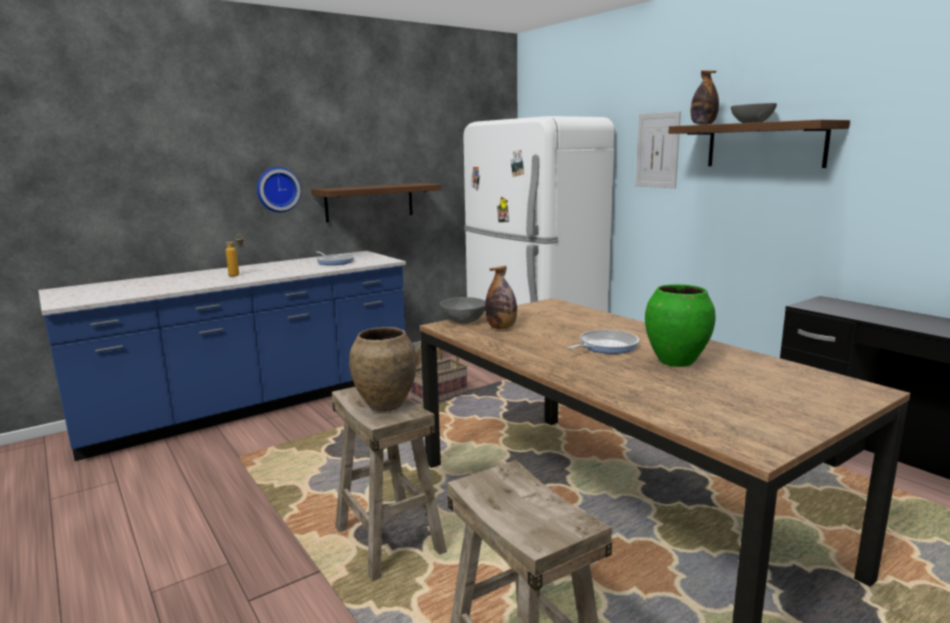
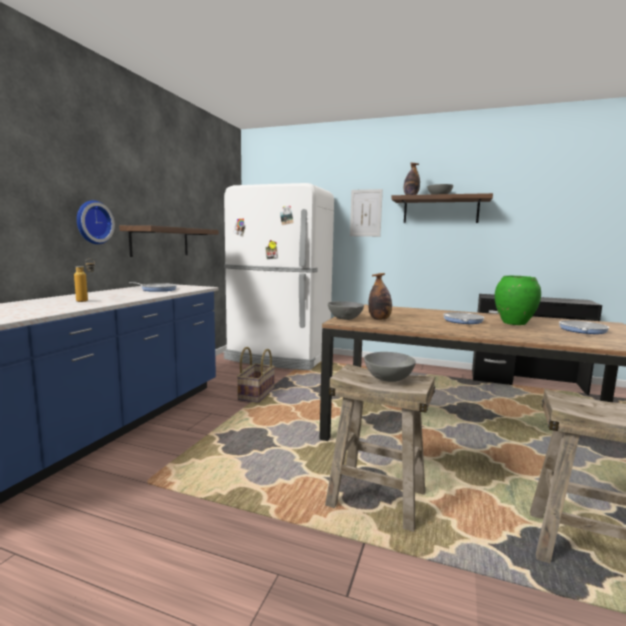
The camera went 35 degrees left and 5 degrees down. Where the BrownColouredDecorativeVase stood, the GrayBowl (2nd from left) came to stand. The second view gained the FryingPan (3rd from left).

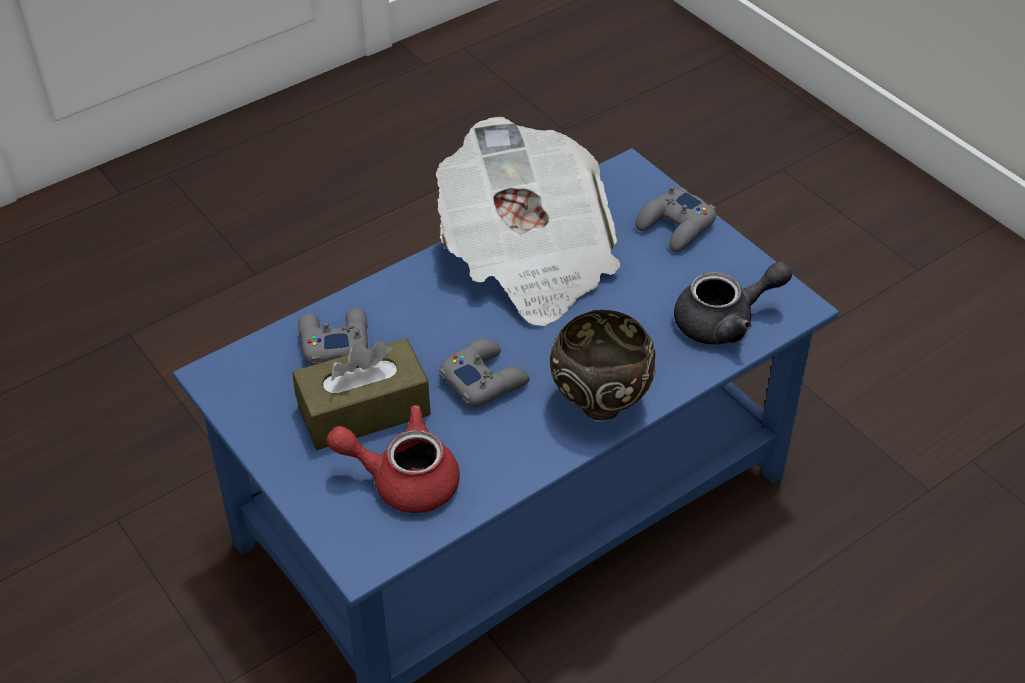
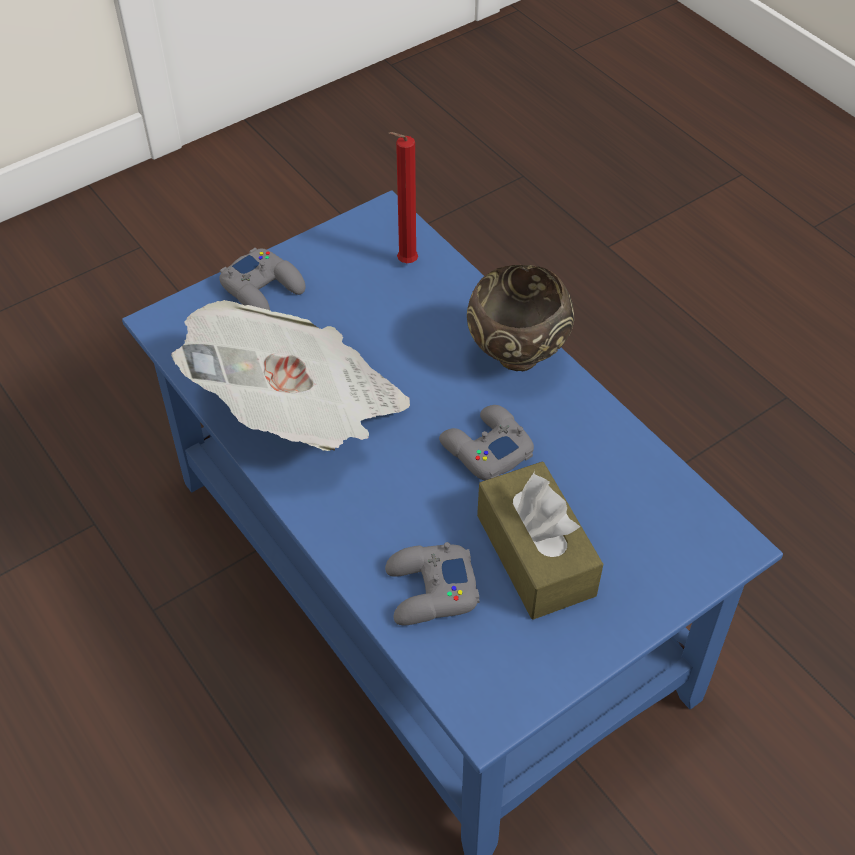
The camera went 90 degrees left and 5 degrees up. Where the GrayTeaPot stood, the RedWaxLight came to stand. The second view lost the RedTeaPot.

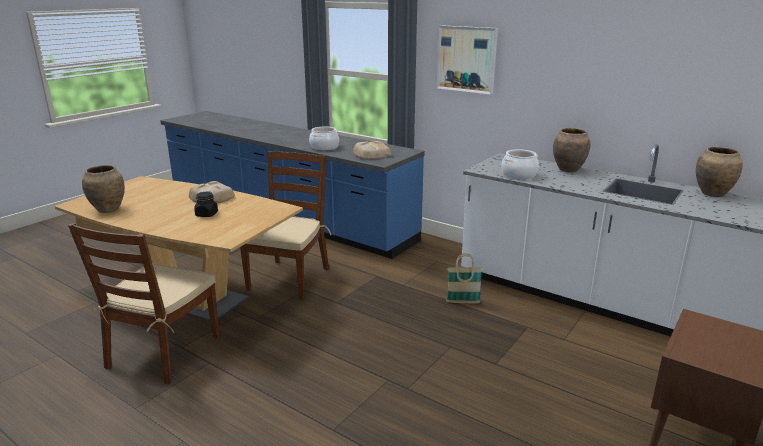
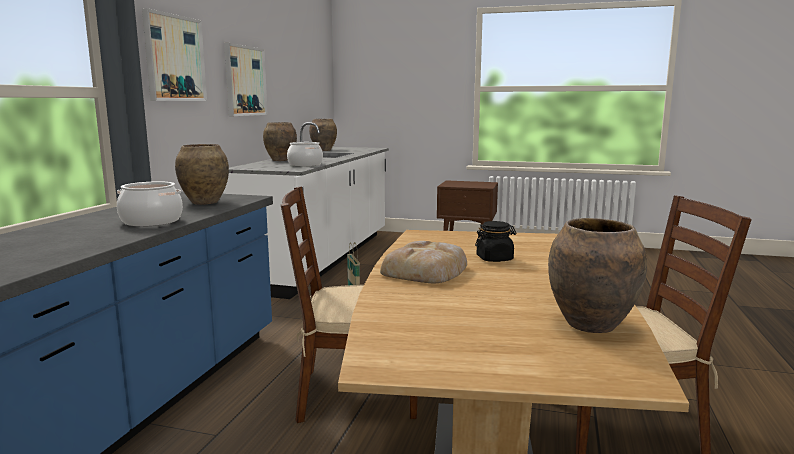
The camera went 110 degrees left and 10 degrees down. Where the BakedBread (2nd from left) stood, the BrownColouredDecorativeVase (1st from left) came to stand. The second view gained the WallPicture (2nd from left).

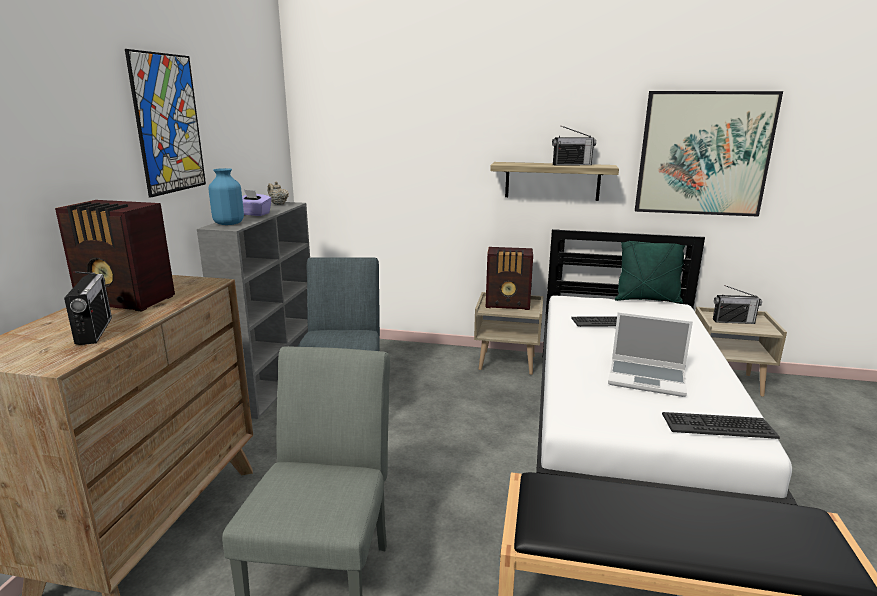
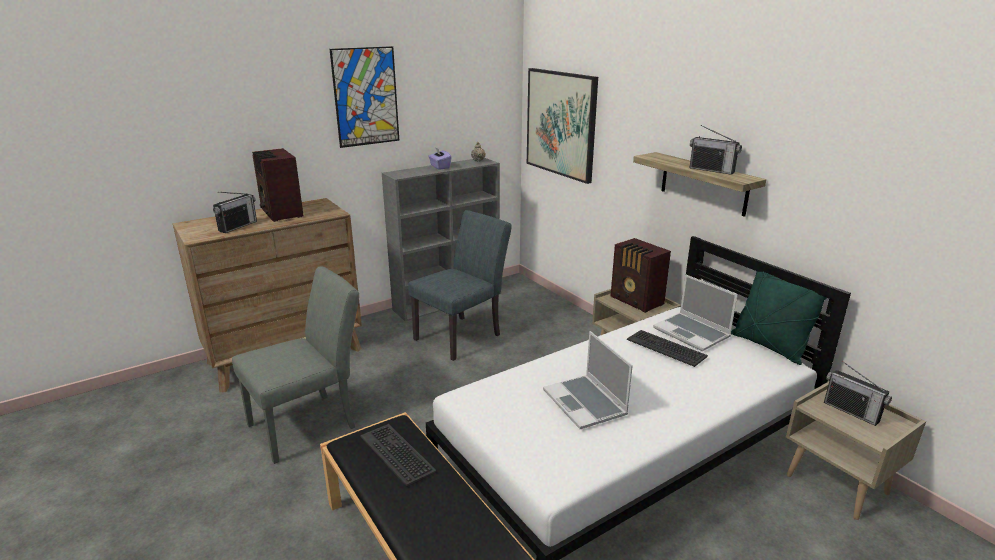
The camera went 45 degrees right and 5 degrees up. The WallPicture (2nd from left) ended up elsewhere. The second view lost the BlueColouredDecorativeVase. The ComputerKeyboard (2nd from left in the first image) ended up elsewhere. The second view gained the NotebookComputer (2nd from left).

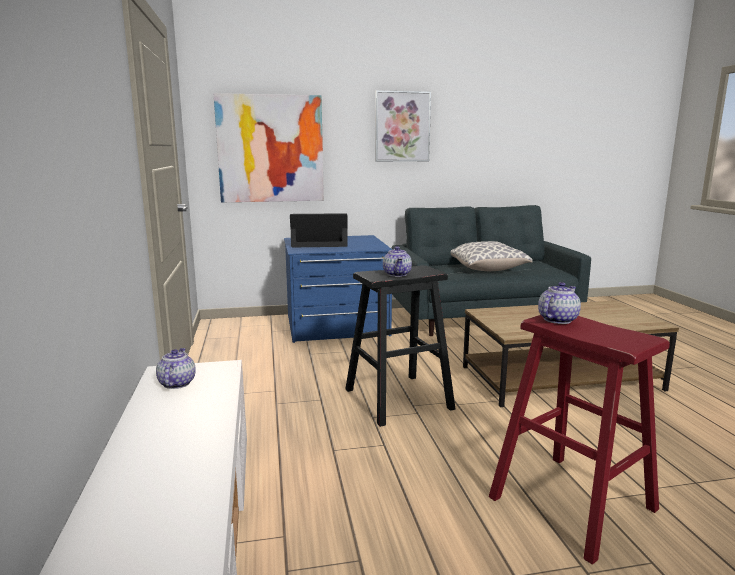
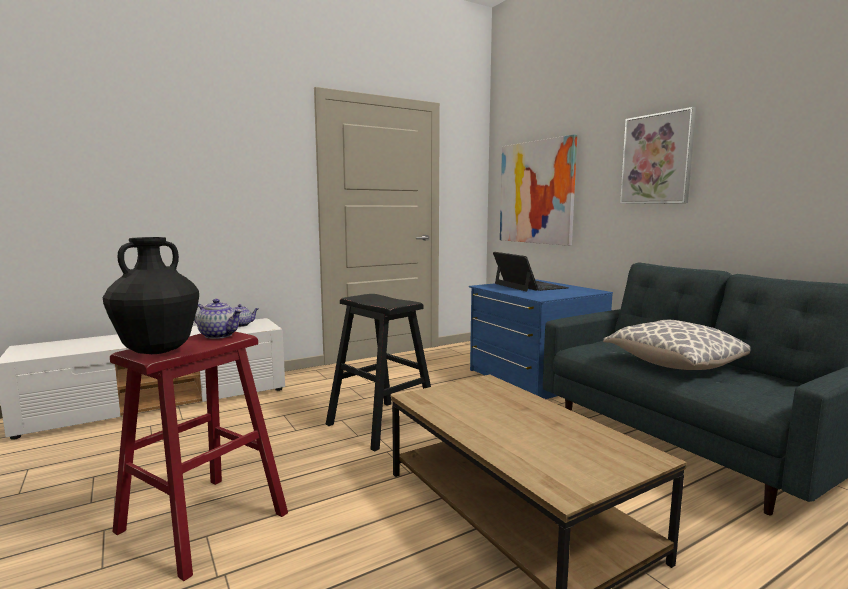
The camera went 70 degrees right and 5 degrees down. The second view lost the TeaPot (2nd from left). The second view gained the BlackDecorativeVase.

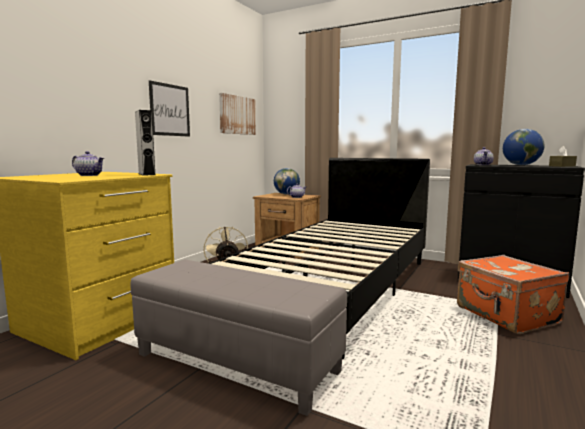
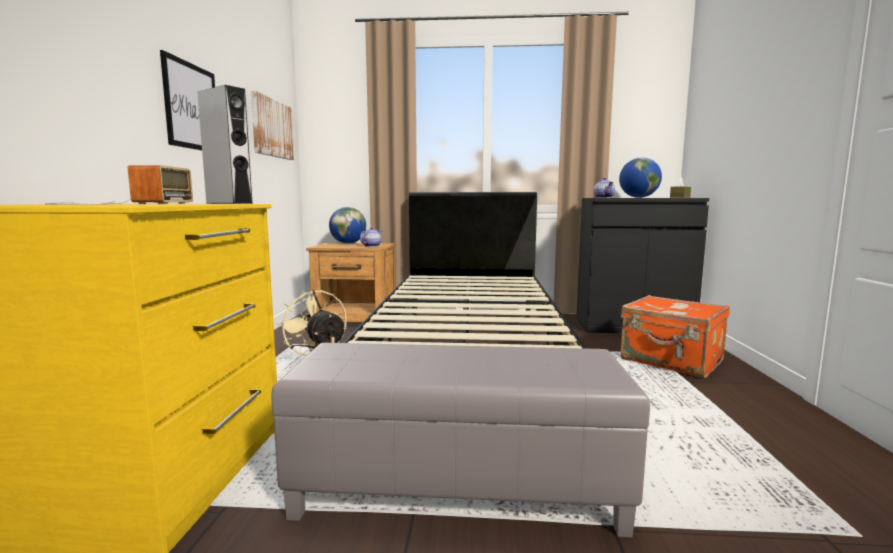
The camera went 25 degrees left and 0 degrees up. Where the TeaPot (1st from left) stood, the RadioReceiver came to stand.

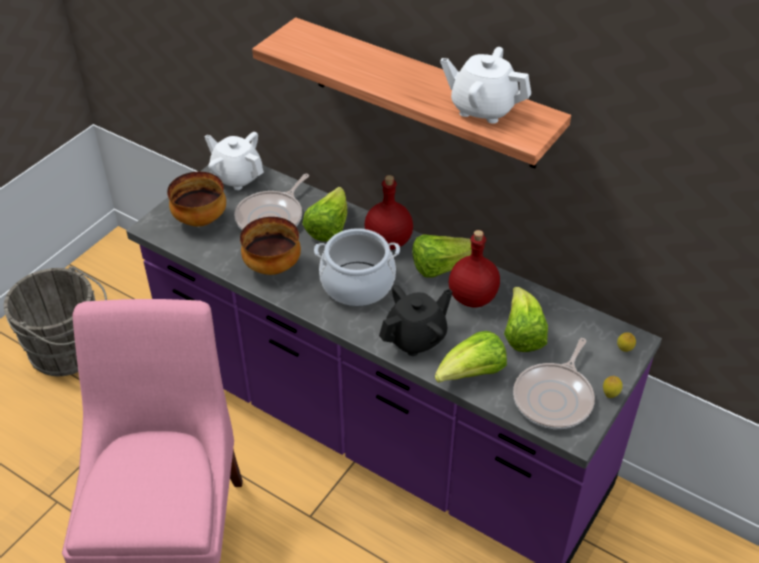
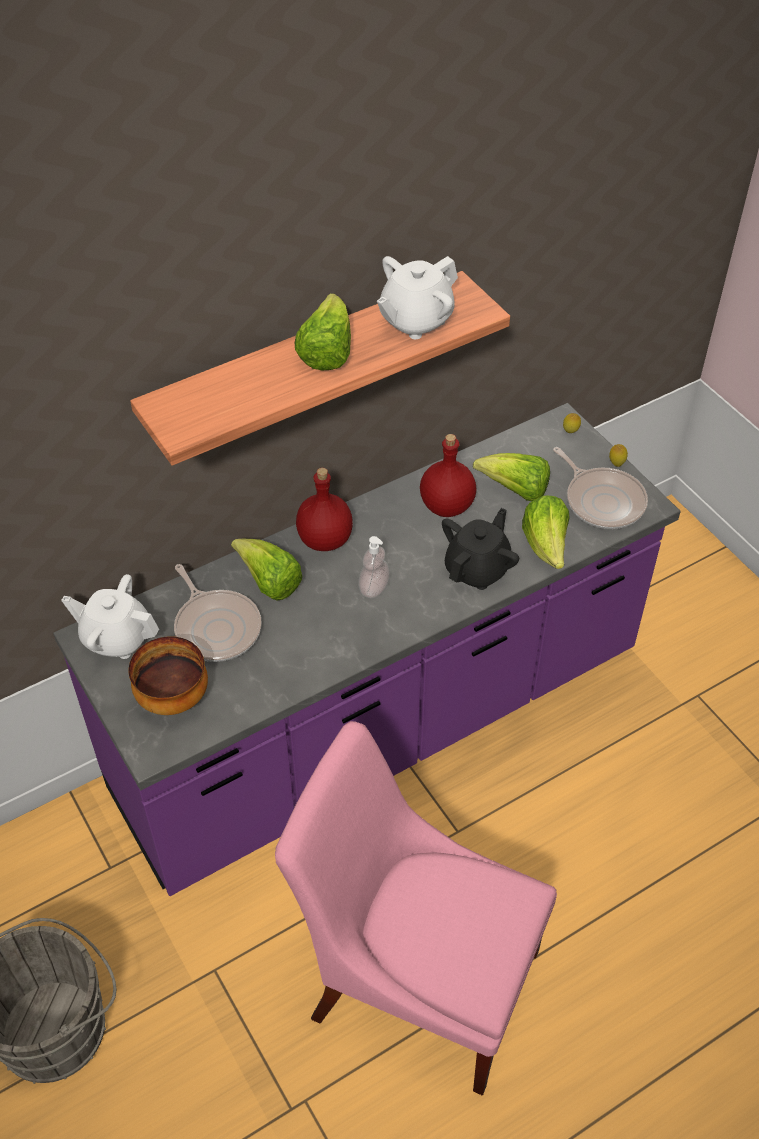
The camera went 65 degrees left and 5 degrees up. The WhiteTeaPot (1st from left) ended up facing another way, 45 degrees clockwise from before. The second view lost the Bowl (2nd from left). Where the CookingPot stood, the SoapBottle came to stand. The HeadOfLettuce (2nd from left) ended up elsewhere. The BlackTeaPot ended up facing another way, 45 degrees clockwise from before.

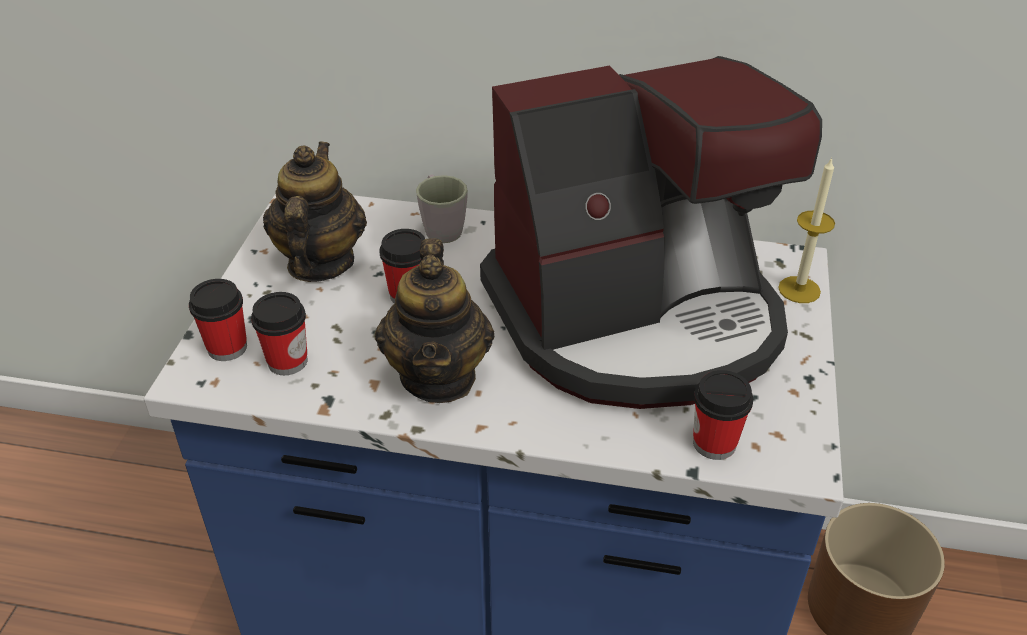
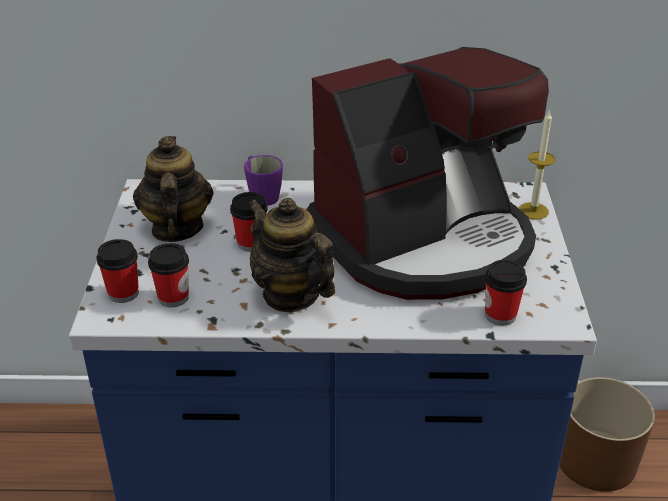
The camera went 10 degrees left and 5 degrees down. What was the GrayTeaMug turned into the PurplishTeaMug. The TeaPot (2nd from left) ended up facing another way, 150 degrees clockwise from before.

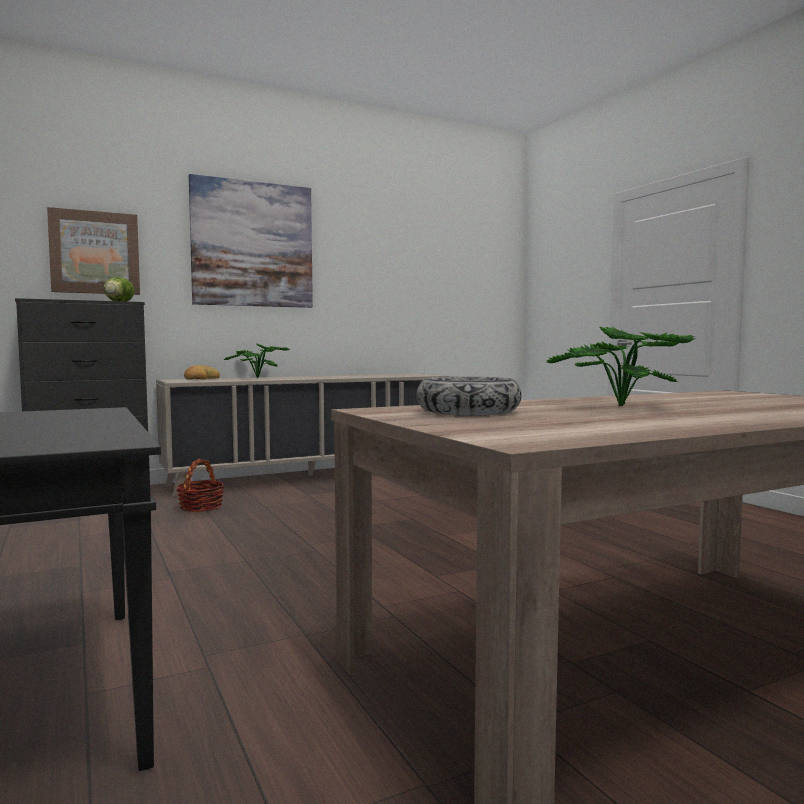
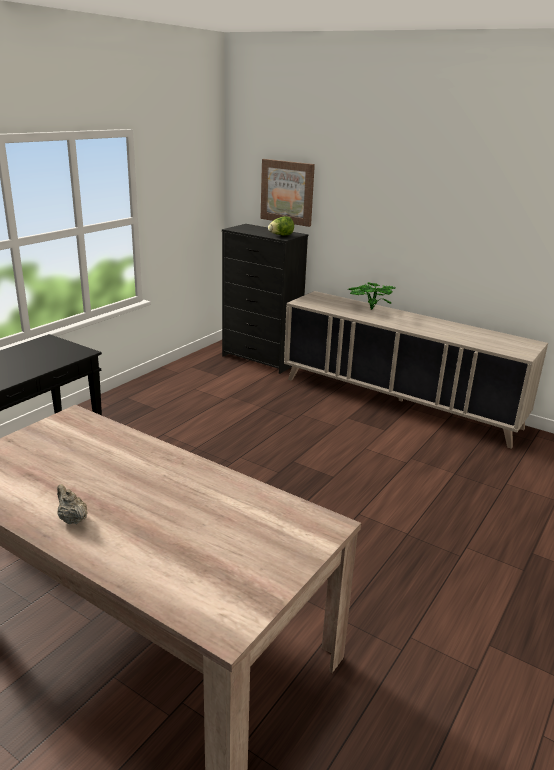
The camera went 60 degrees right and 20 degrees up. The second view lost the WallPicture (2nd from left). The second view lost the PlantInAPot (2nd from left). The second view lost the BakedBread. The second view lost the Bowl. The second view lost the HouseholdBasket. The second view gained the BeigeTeaPot.

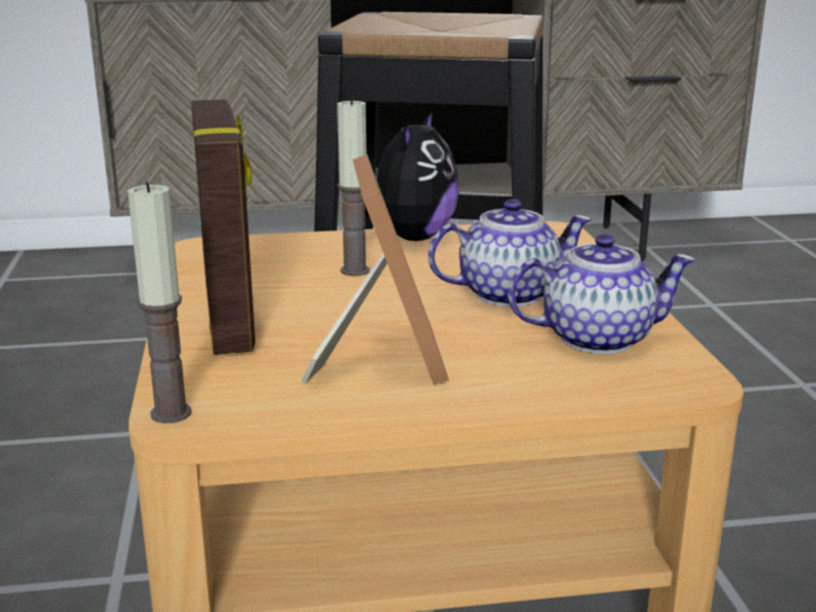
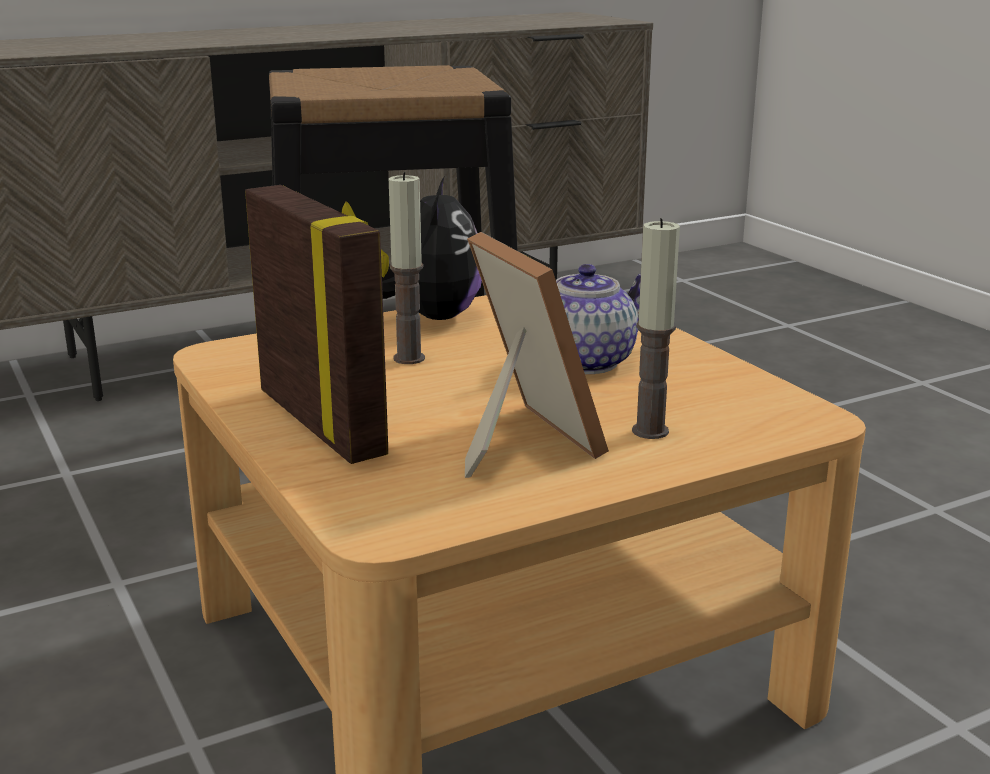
The camera went 20 degrees left and 0 degrees up. The WaxLight (1st from left in the first image) ended up elsewhere. The second view lost the TeaPot (2nd from left).

